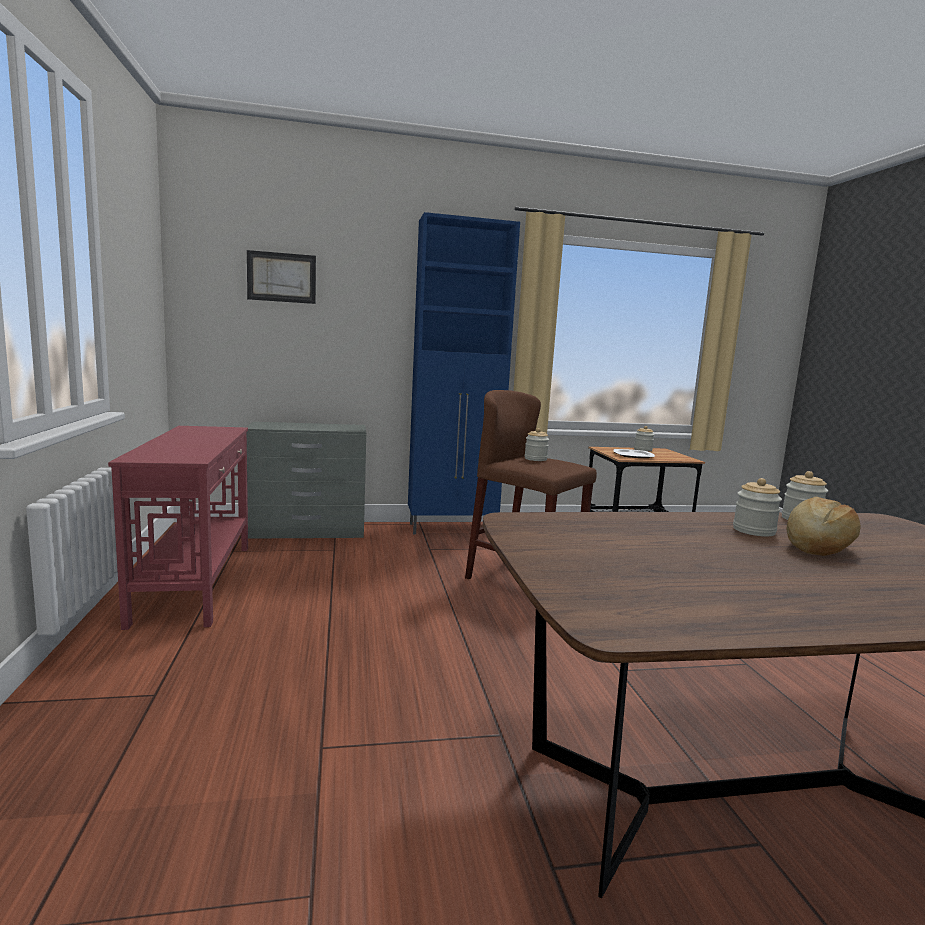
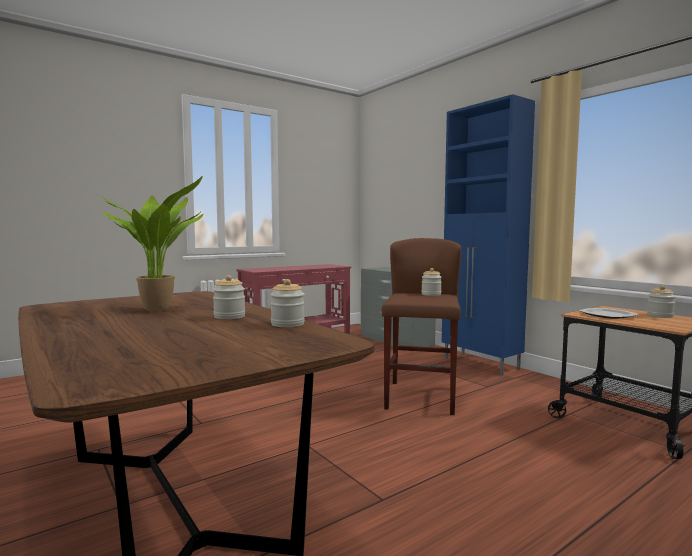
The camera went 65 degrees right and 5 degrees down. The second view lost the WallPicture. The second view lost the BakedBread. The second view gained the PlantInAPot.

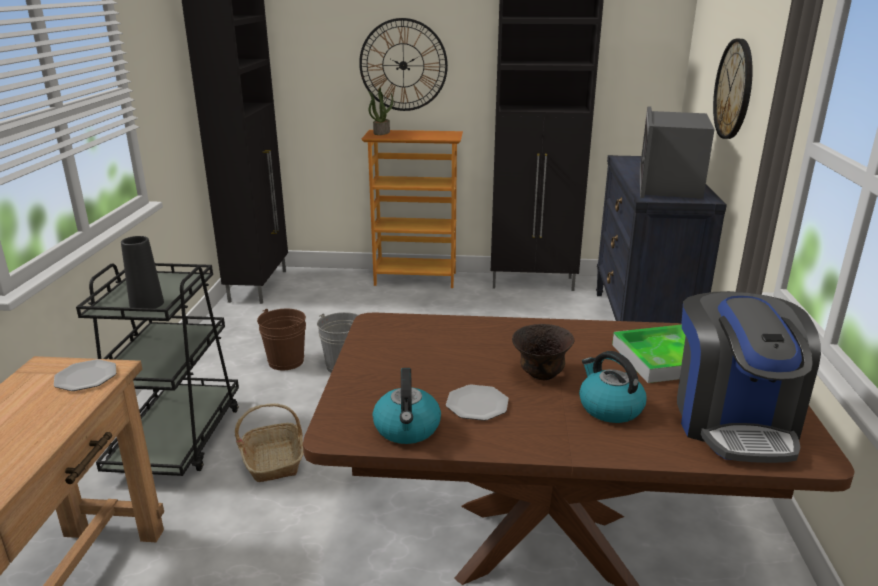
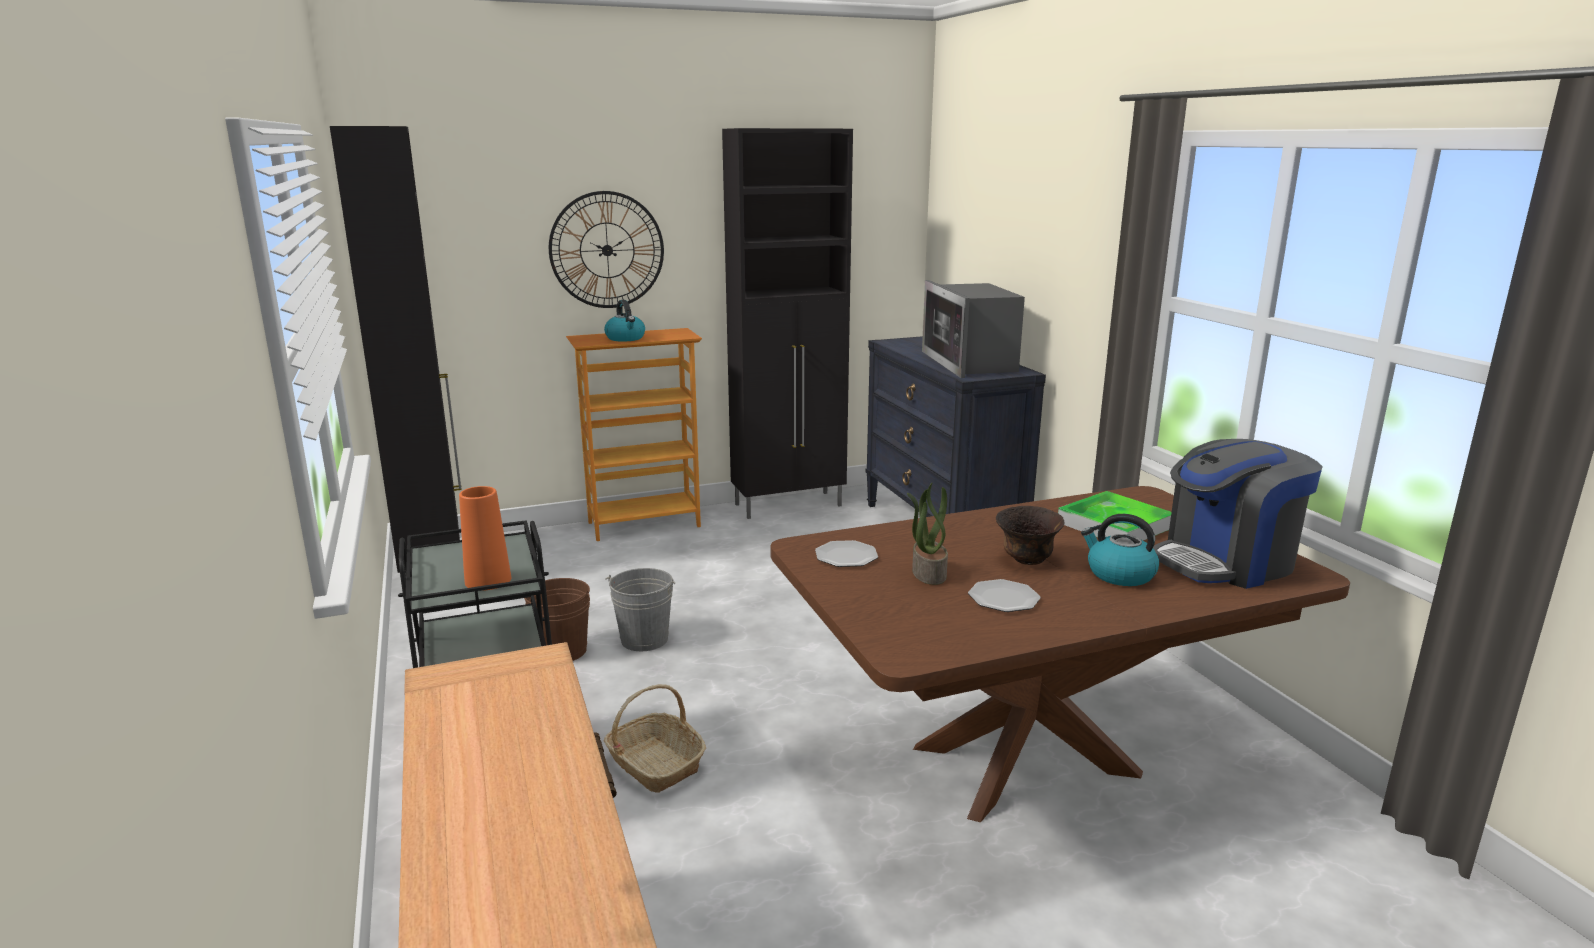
The camera went 25 degrees left and 5 degrees down. The second view lost the HangingClock (2nd from left). The PlantInAPot ended up elsewhere. What was the BlackDecorativeVase turned into the OrangeColouredDecorativeVase. The CoffeeMaker ended up facing another way, 90 degrees clockwise from before. The Plate (1st from left) ended up elsewhere. The WaterKettle (1st from left) ended up elsewhere.

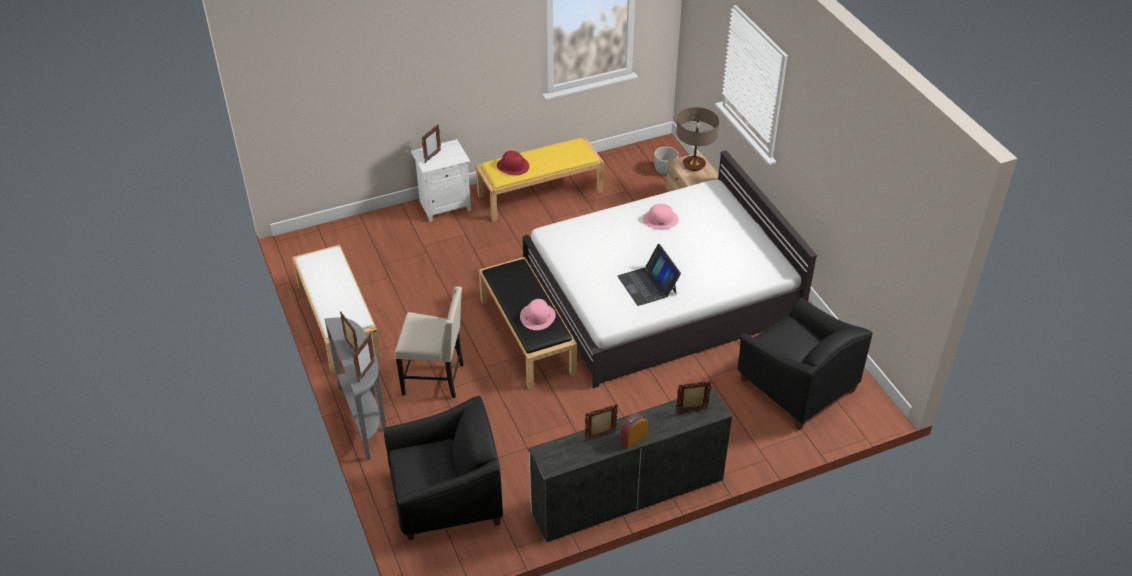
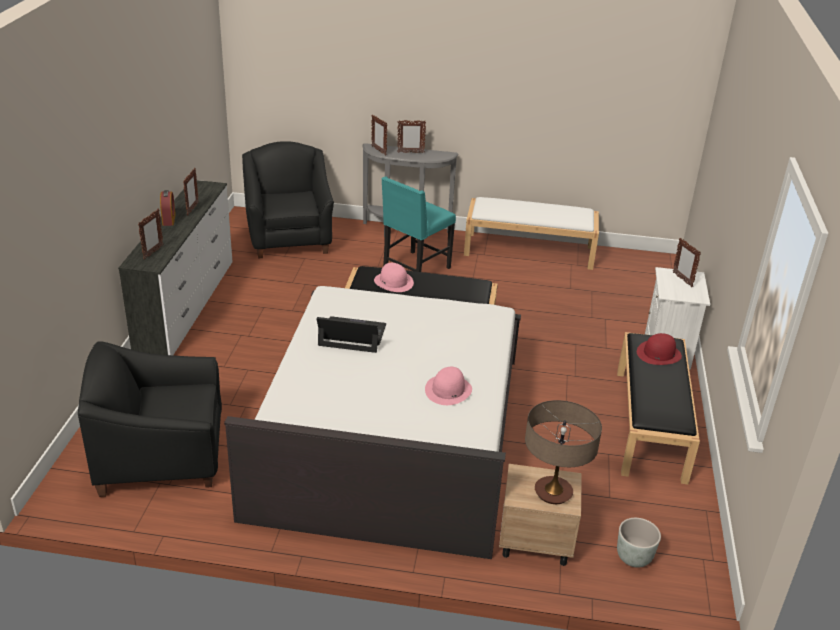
The camera went 120 degrees right and 10 degrees down. What was the YellowBench turned into the BlackBench (2nd from left). What was the BeigePlainChair turned into the BlueGreenPlainChair. The BlackArmchair (1st from left in the first image) ended up facing another way, 150 degrees clockwise from before.

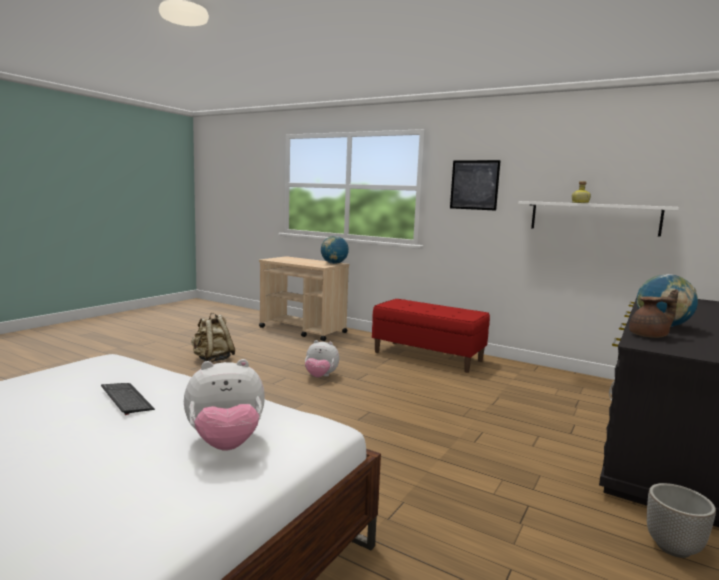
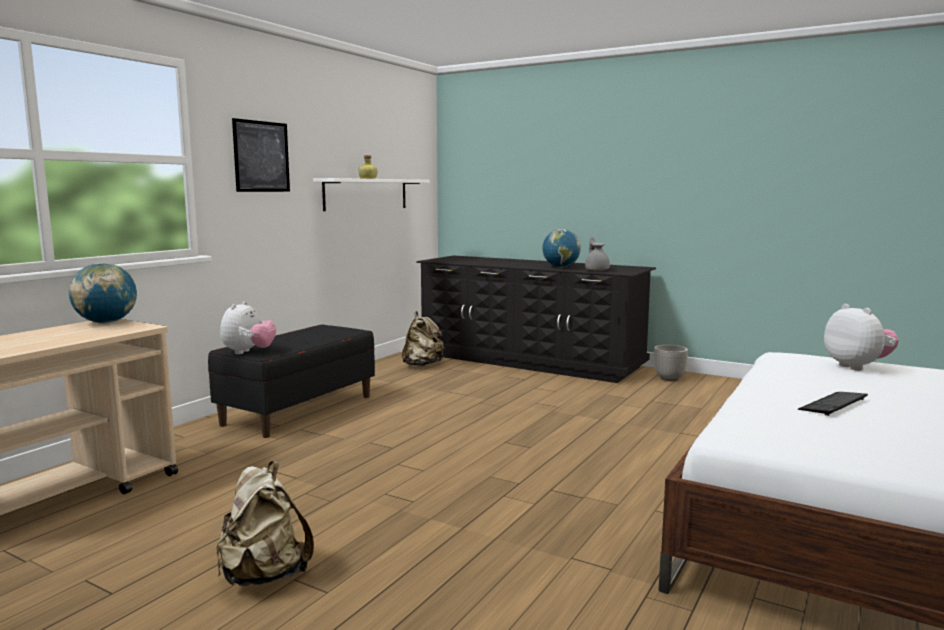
The camera went 90 degrees left and 0 degrees up. What was the BrownColouredTeaPot turned into the GrayTeaPot. What was the RedBench turned into the BlackBench. The CuddlyToy (2nd from left in the first image) ended up elsewhere. The second view gained the BeigeBackpack (2nd from left).

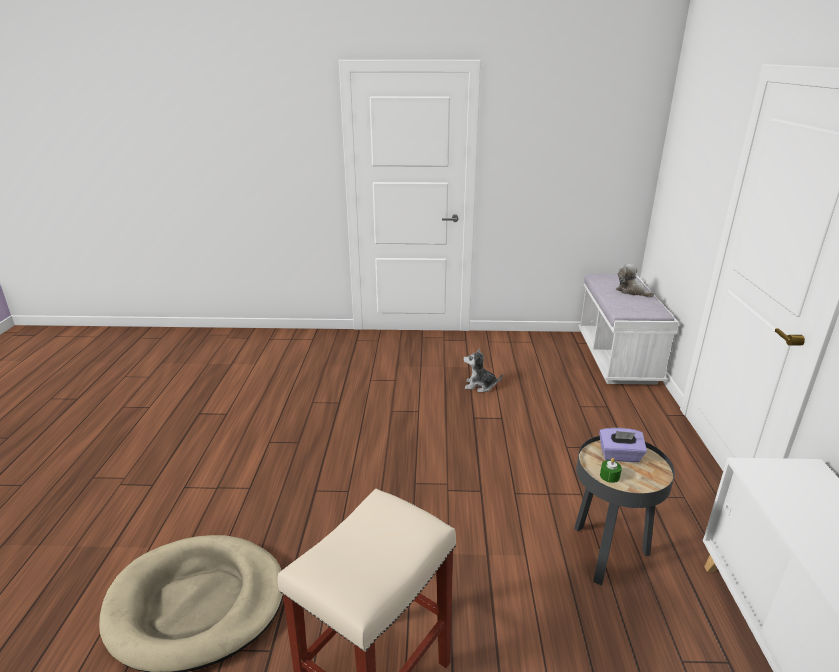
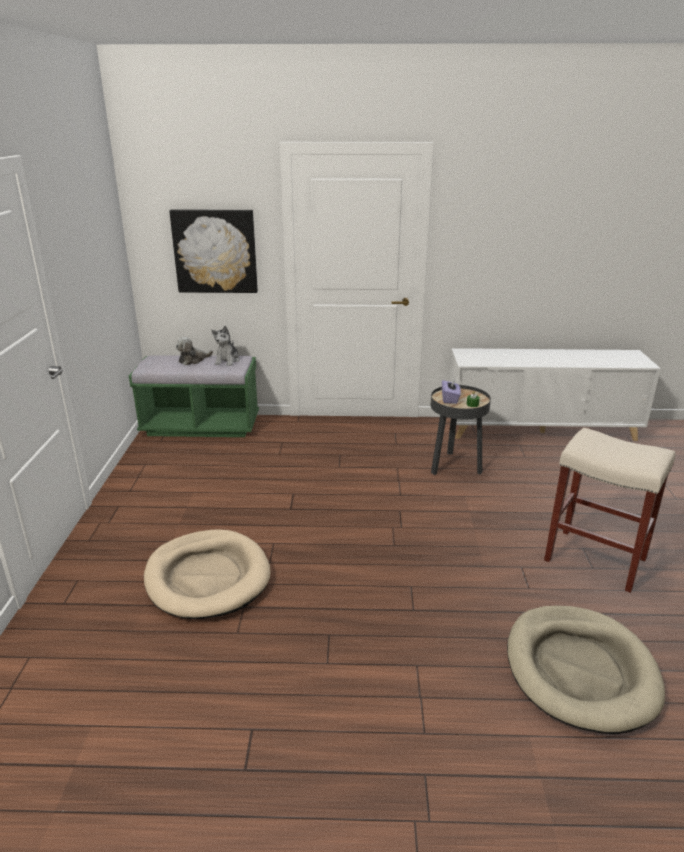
The camera went 90 degrees left and 0 degrees up. What was the WhiteBench turned into the GreenBench. The CuddlyToy (1st from left in the first image) ended up elsewhere. The second view gained the WallPicture. The second view gained the BeigeDogCushion (1st from left).

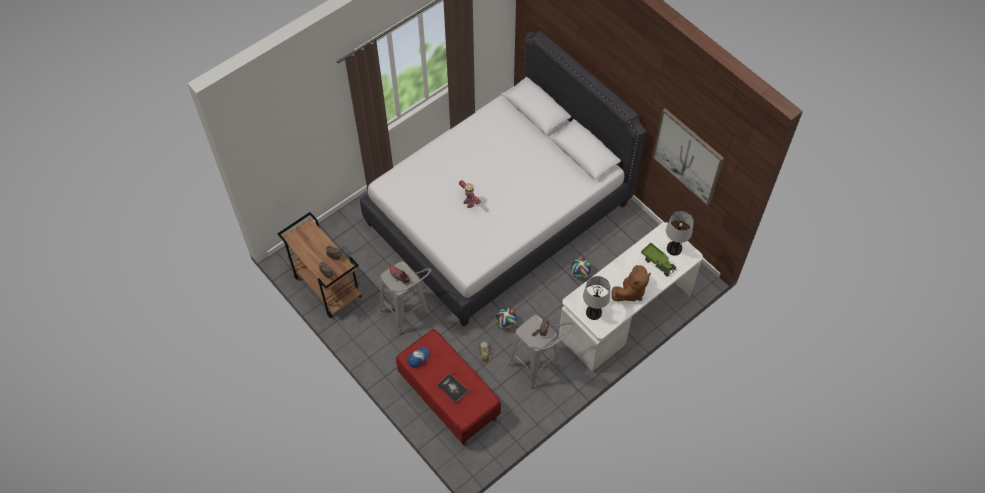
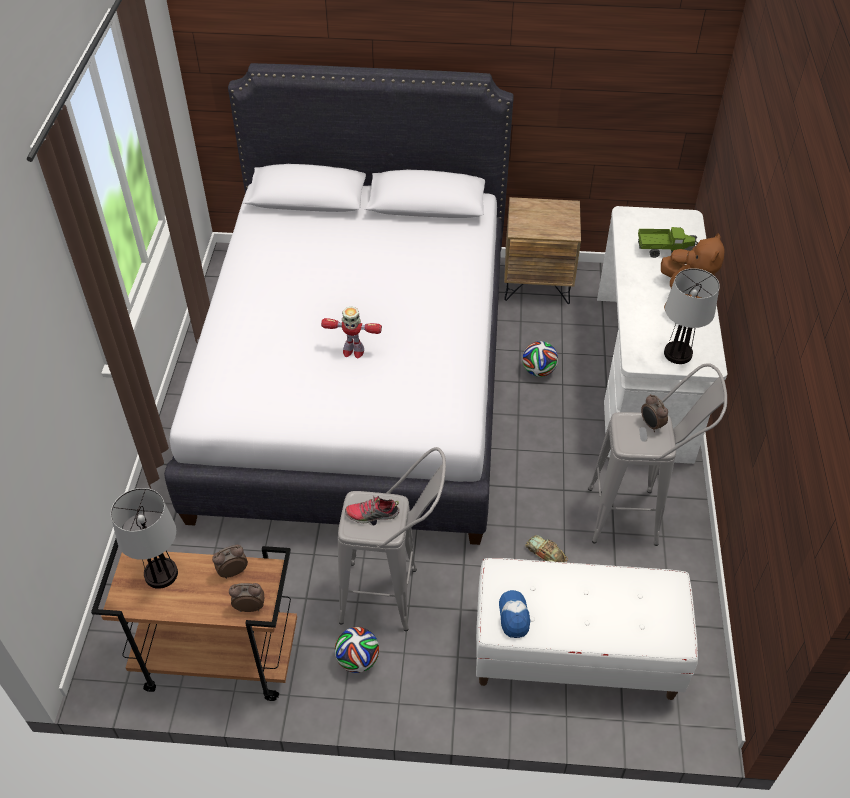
The camera went 45 degrees left and 10 degrees down. The second view lost the WallPicture. The TabletopLamp (2nd from left in the first image) ended up elsewhere. The BallForFootball (1st from left) ended up elsewhere. What was the RedBench turned into the WhiteBench. The second view lost the BoundBook. The second view gained the BrownColouredNightTable.

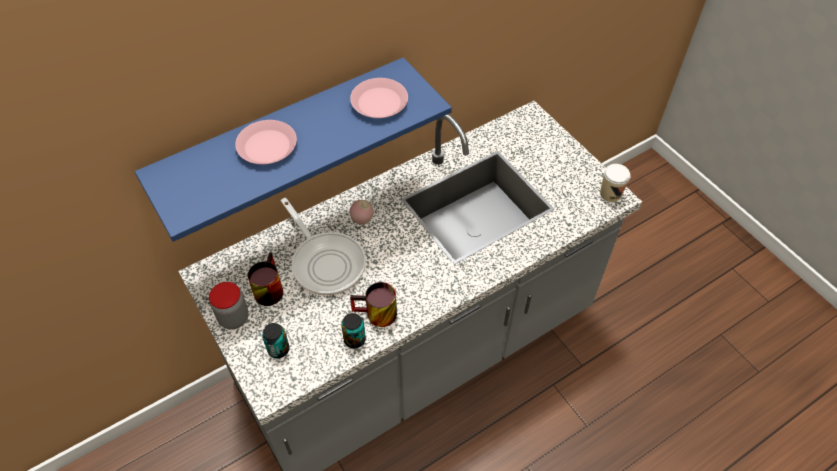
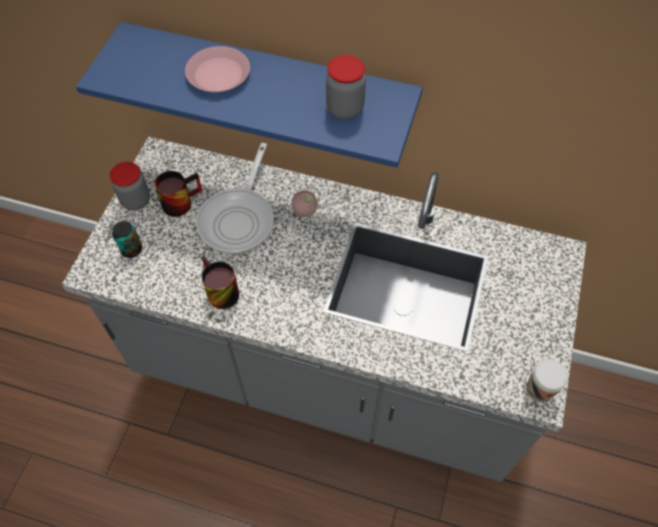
The camera went 50 degrees right and 5 degrees up. Where the PinkishPlate (2nd from left) stood, the Jar (2nd from left) came to stand. The second view lost the SealedCan (2nd from left).

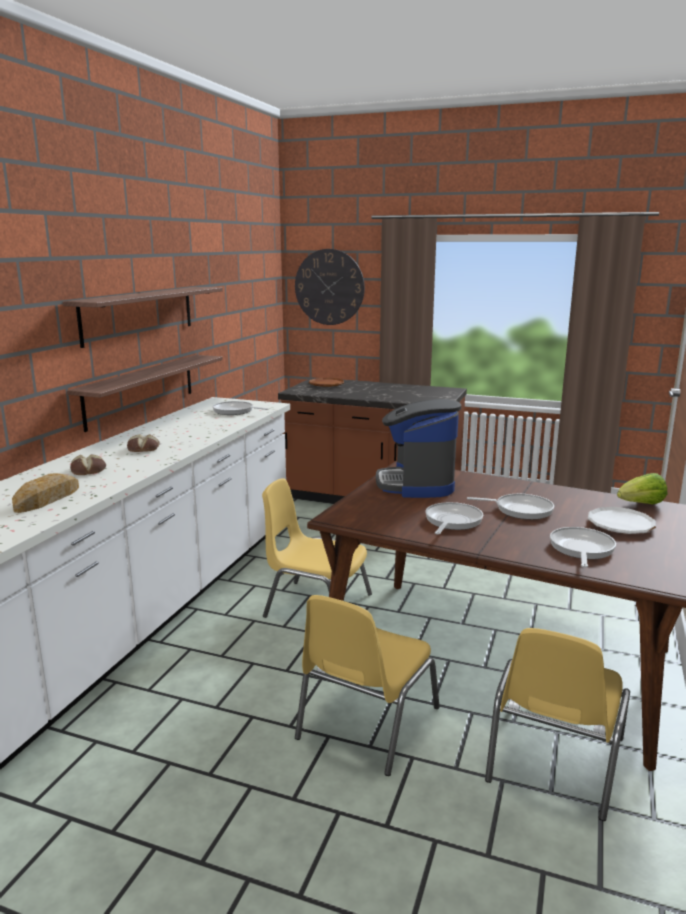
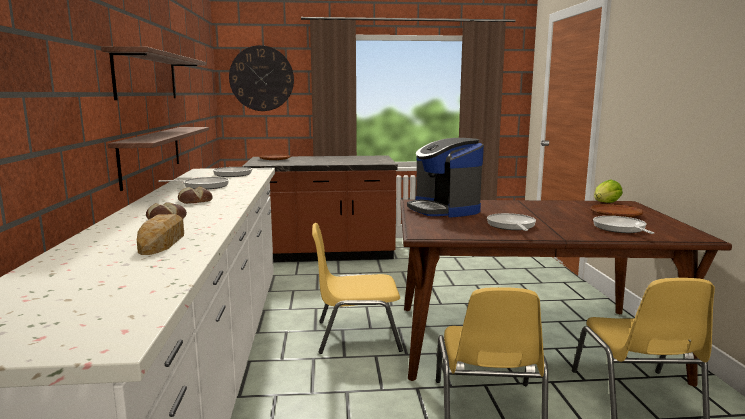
The camera went 25 degrees left and 5 degrees down. The FryingPan (3rd from left in the first image) ended up elsewhere. What was the WhitePlate turned into the BrownColouredPlate (2nd from left).

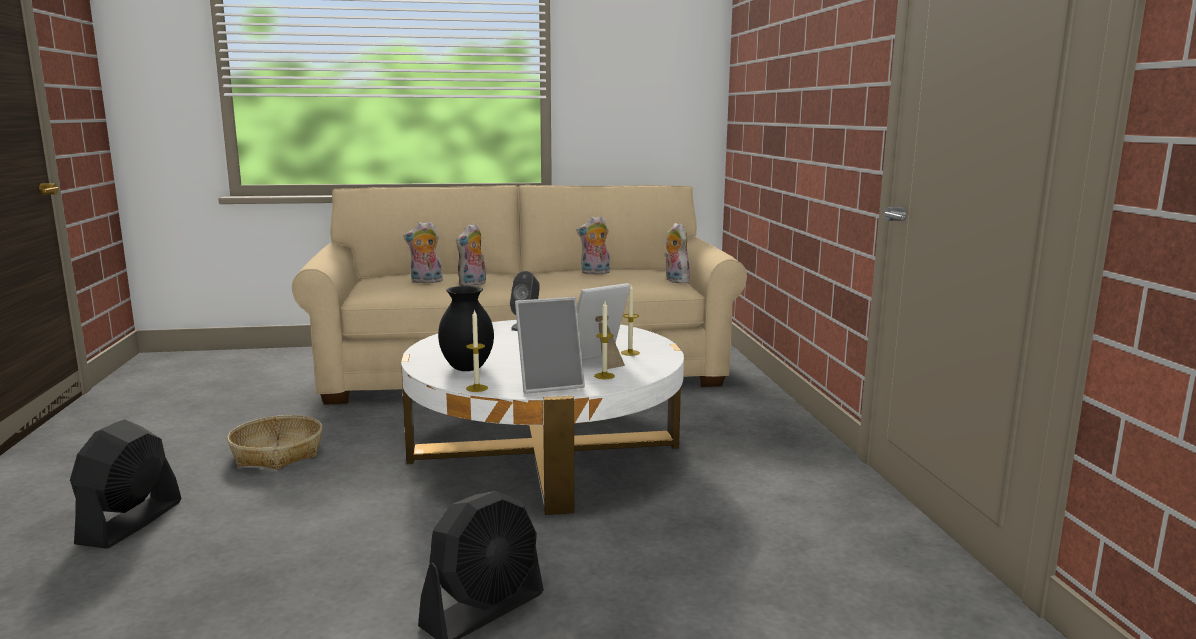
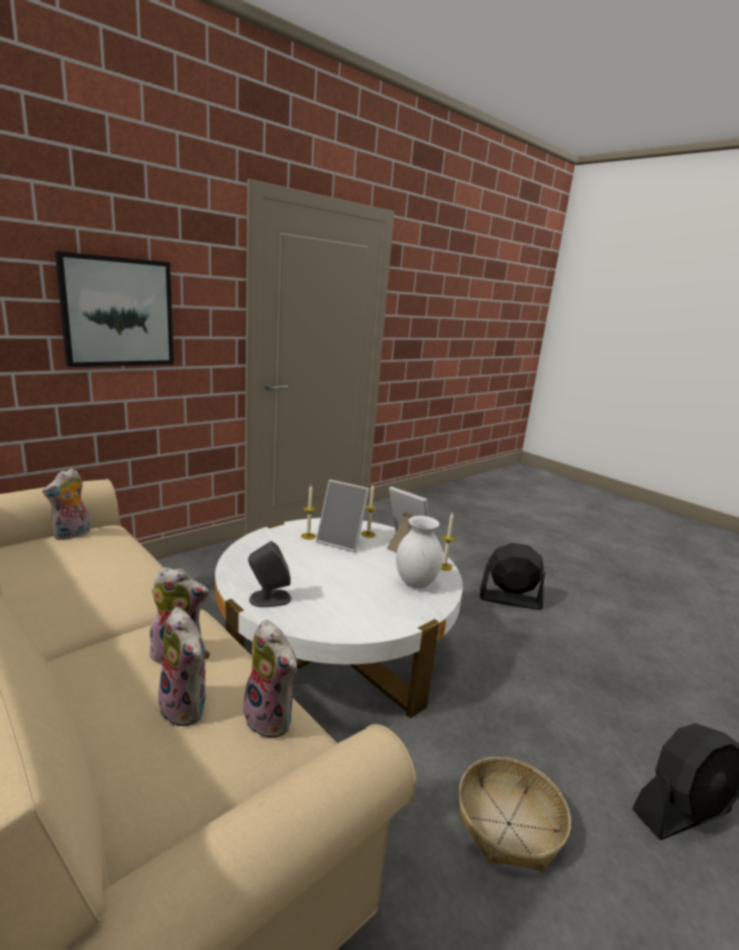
The camera went 125 degrees left and 5 degrees up. The CuddlyToy (3rd from left in the first image) ended up elsewhere. What was the BlackDecorativeVase turned into the WhiteDecorativeVase. The second view gained the WallPicture.

